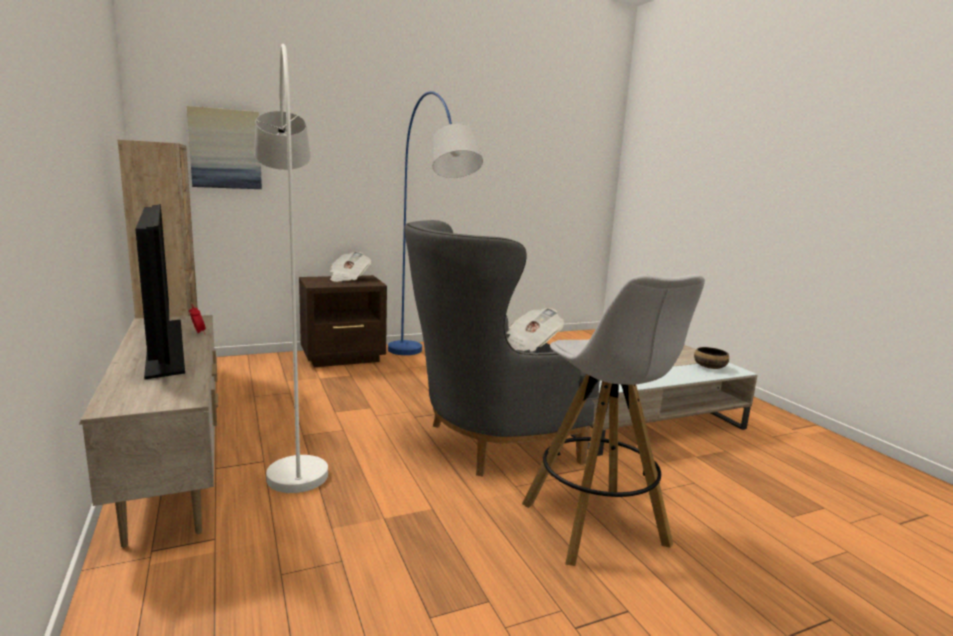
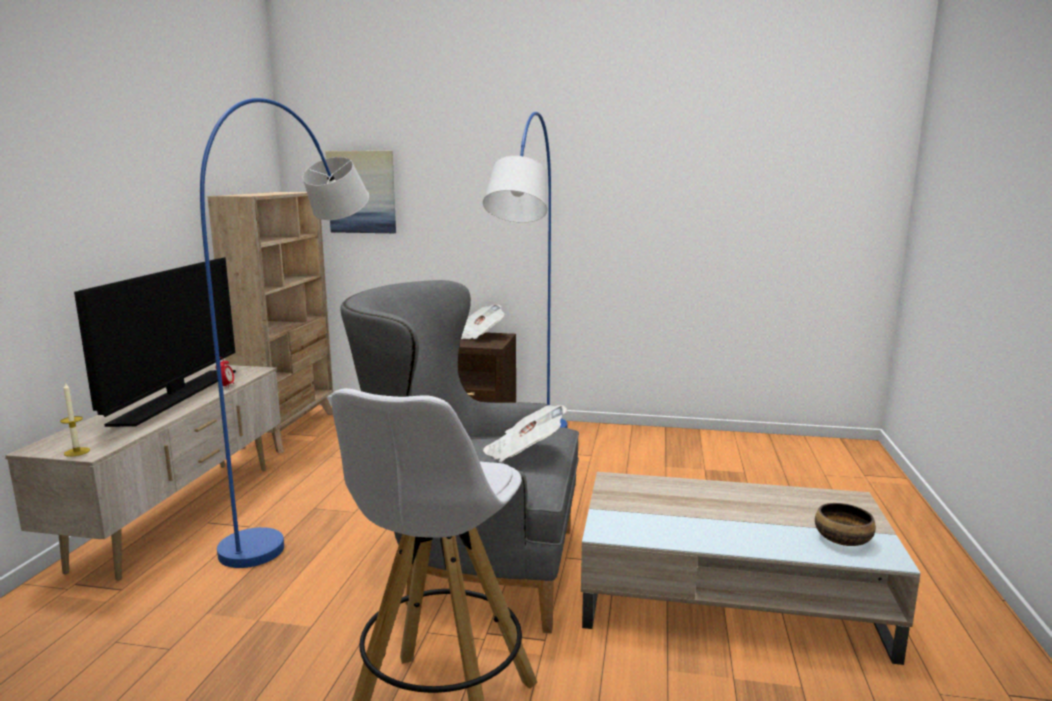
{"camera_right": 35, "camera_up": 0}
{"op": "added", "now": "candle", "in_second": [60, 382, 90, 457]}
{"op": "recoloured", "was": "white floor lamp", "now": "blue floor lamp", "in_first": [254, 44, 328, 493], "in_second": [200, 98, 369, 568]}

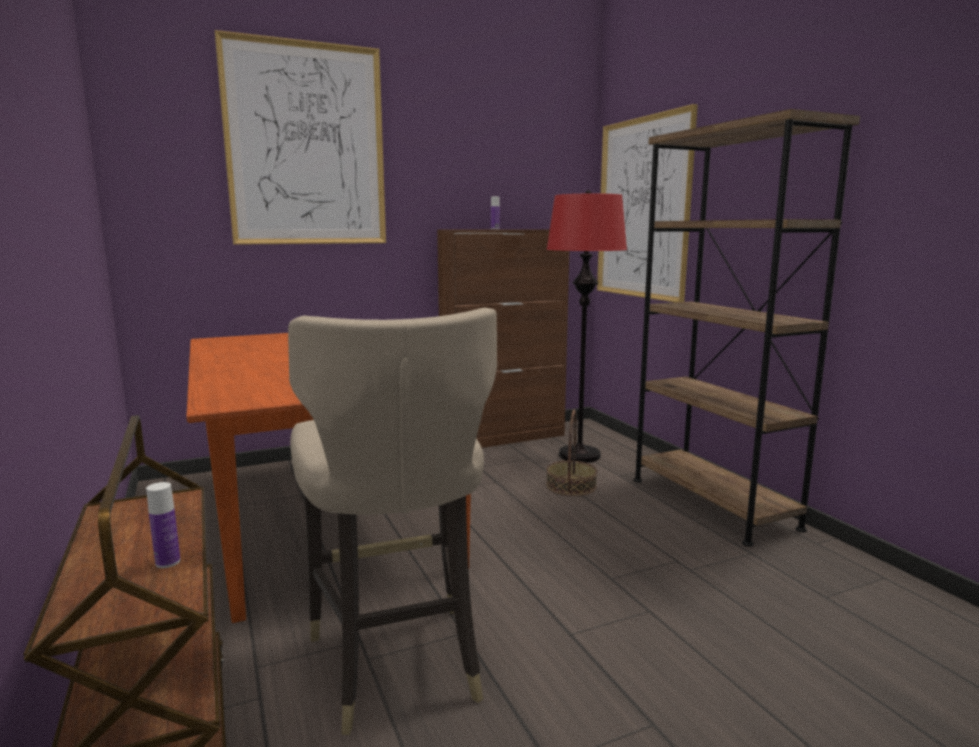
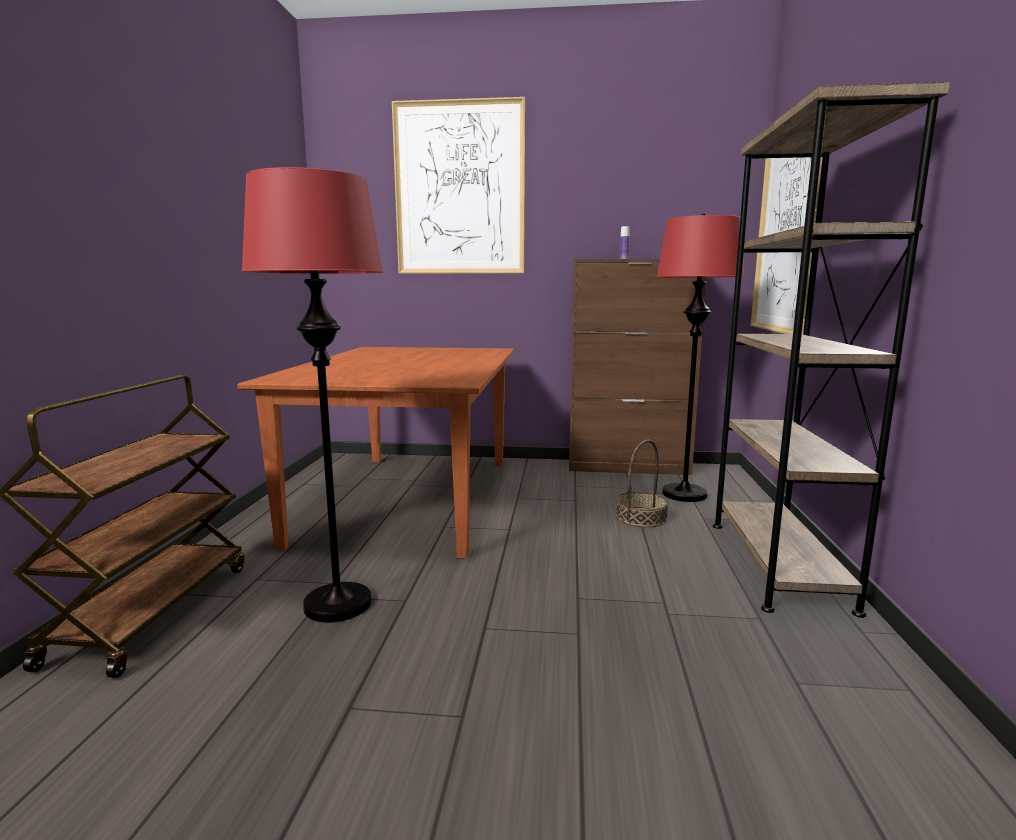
{"camera_right": 30, "camera_up": 0}
{"op": "replaced", "was": "beige stool", "now": "red floor lamp", "in_first": [288, 308, 497, 735], "in_second": [241, 167, 383, 622]}
{"op": "removed", "was": "bottle", "in_first": [146, 482, 180, 568]}

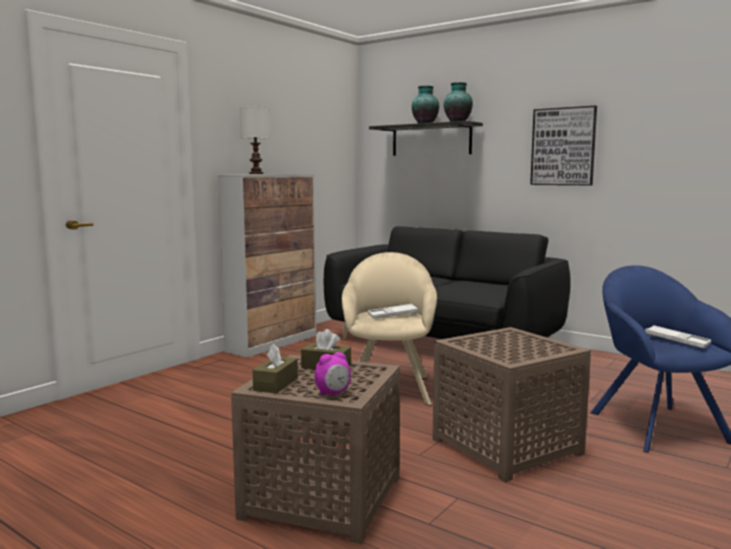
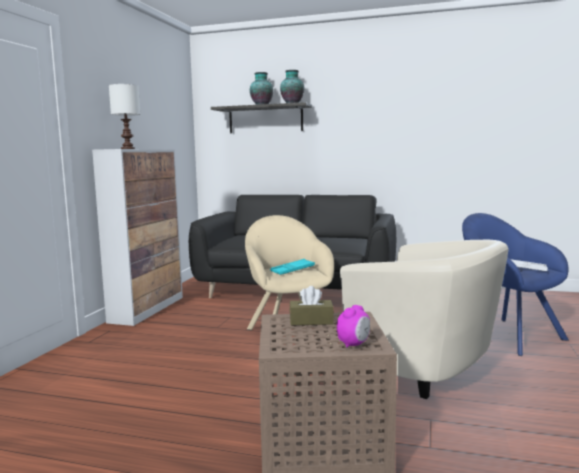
{"camera_right": -20, "camera_up": 0}
{"op": "recoloured", "was": "white tray", "now": "turquoise tray", "in_first": [368, 304, 419, 319], "in_second": [270, 259, 315, 275]}
{"op": "replaced", "was": "brown side table", "now": "beige armchair", "in_first": [432, 327, 591, 482], "in_second": [340, 240, 509, 399]}
{"op": "removed", "was": "brown tissue box", "in_first": [253, 344, 298, 394]}
{"op": "removed", "was": "picture", "in_first": [530, 106, 597, 186]}

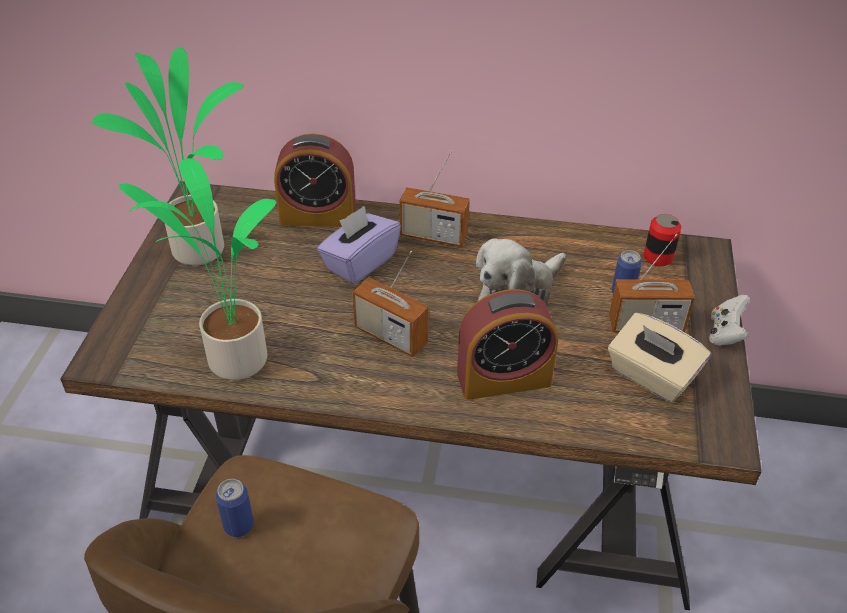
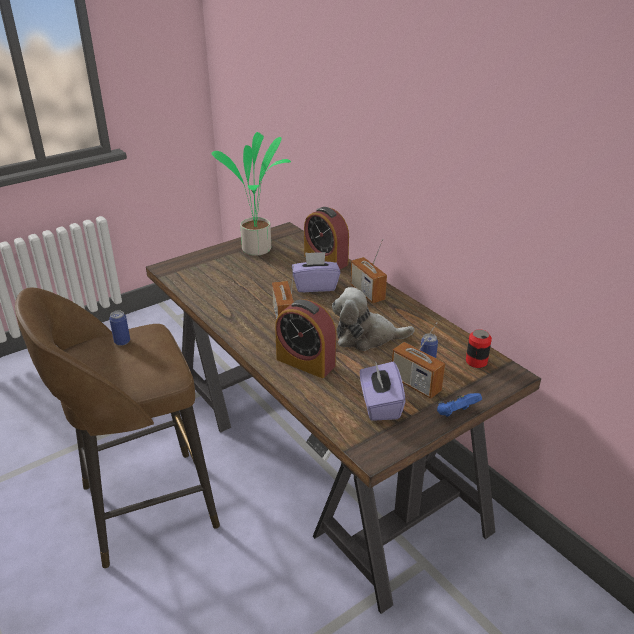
{"camera_right": 45, "camera_up": -10}
{"op": "recoloured", "was": "beige tissue box", "now": "purple tissue box", "in_first": [608, 313, 711, 402], "in_second": [360, 361, 405, 421]}
{"op": "recoloured", "was": "white game controller", "now": "blue game controller", "in_first": [709, 295, 750, 346], "in_second": [437, 393, 482, 417]}
{"op": "removed", "was": "potted plant", "in_first": [118, 158, 276, 380]}

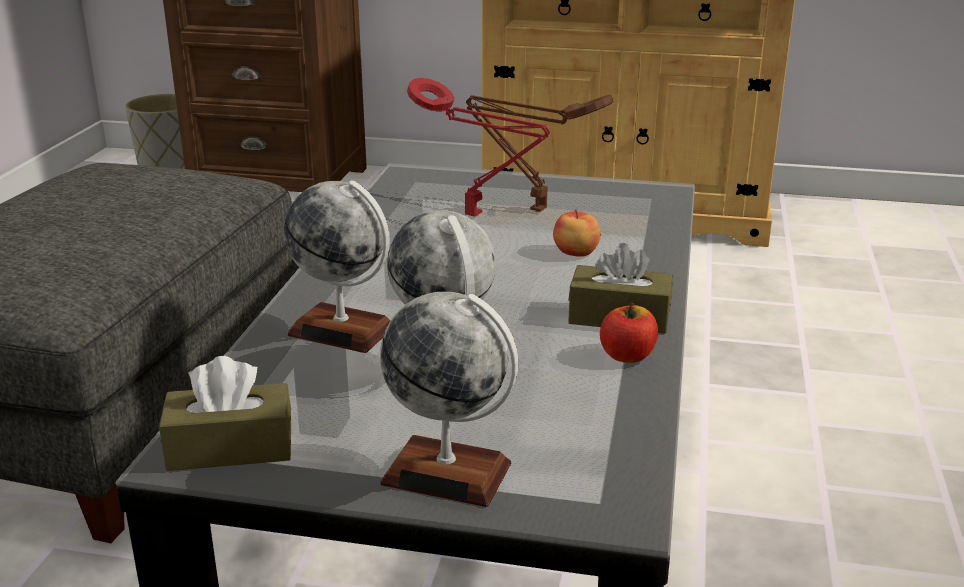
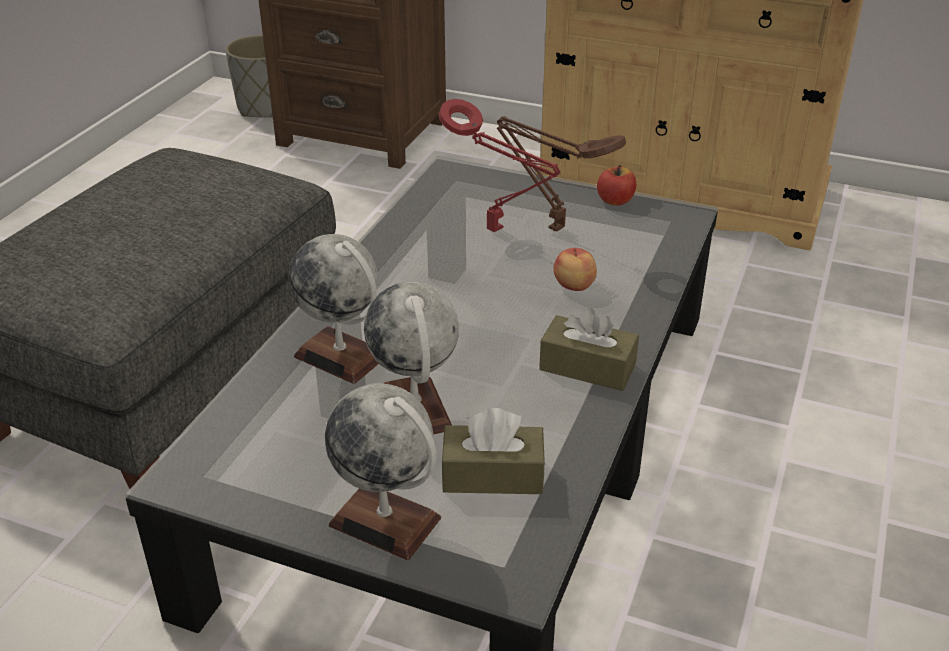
{"camera_right": 10, "camera_up": 10}
{"op": "moved", "was": "brown tissue box", "in_first": [159, 356, 291, 471], "in_second": [442, 408, 545, 494]}
{"op": "moved", "was": "apple", "in_first": [600, 303, 658, 363], "in_second": [597, 165, 636, 206]}

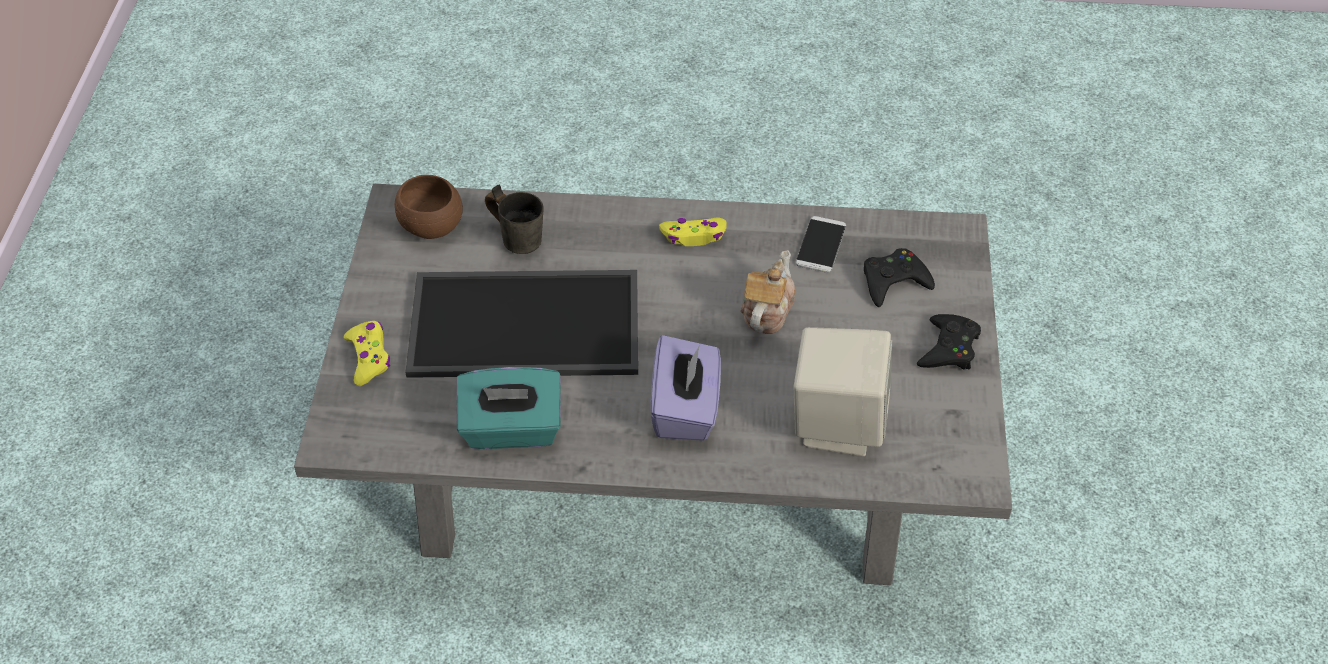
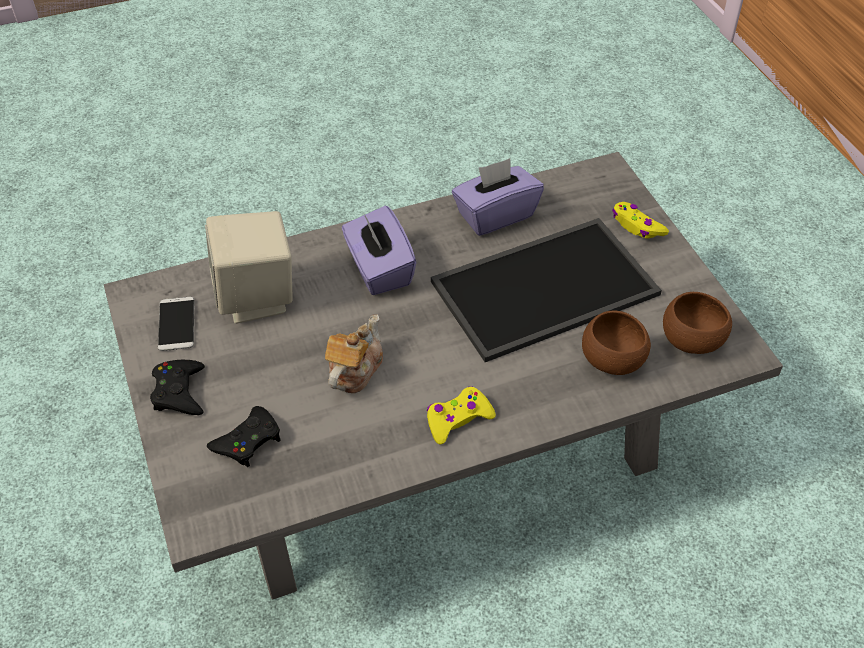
{"camera_right": 155, "camera_up": 0}
{"op": "moved", "was": "phone", "in_first": [796, 216, 846, 273], "in_second": [158, 297, 195, 351]}
{"op": "turned", "was": "teapot", "in_first": [740, 250, 796, 334], "in_second": [325, 315, 383, 393], "clockwise": -150}
{"op": "recoloured", "was": "turquoise tissue box", "now": "purple tissue box", "in_first": [457, 367, 561, 449], "in_second": [452, 158, 544, 236]}
{"op": "replaced", "was": "grey mug", "now": "brown bowl", "in_first": [485, 184, 543, 254], "in_second": [582, 310, 651, 375]}

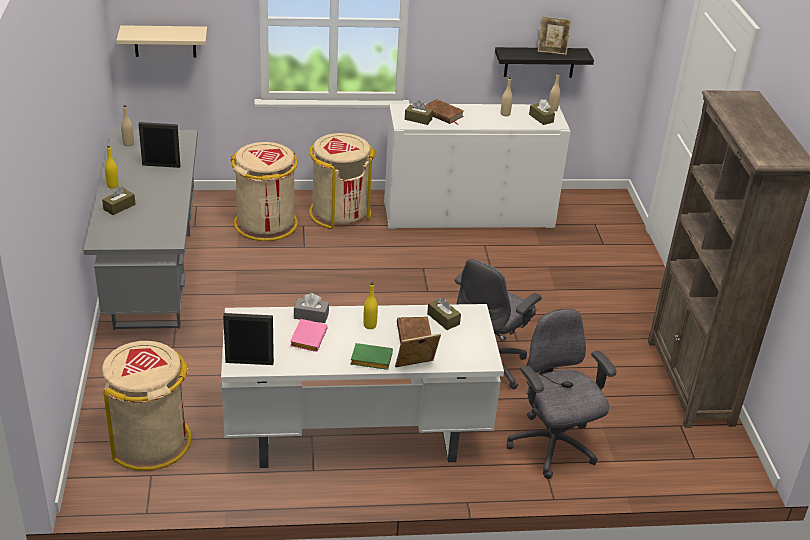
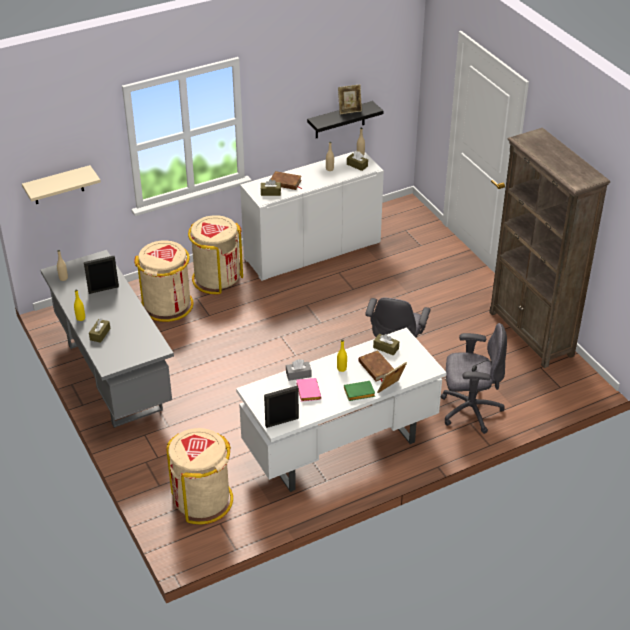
{"camera_right": -20, "camera_up": 5}
{"op": "turned", "was": "grey office chair", "in_first": [507, 309, 617, 479], "in_second": [441, 323, 507, 434], "clockwise": 135}

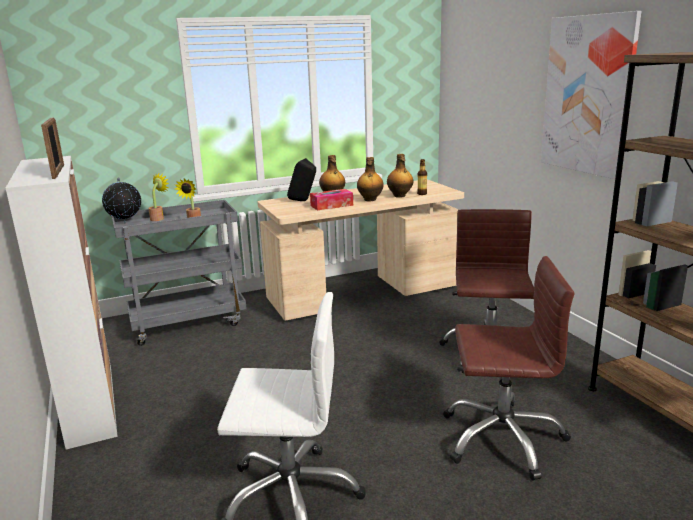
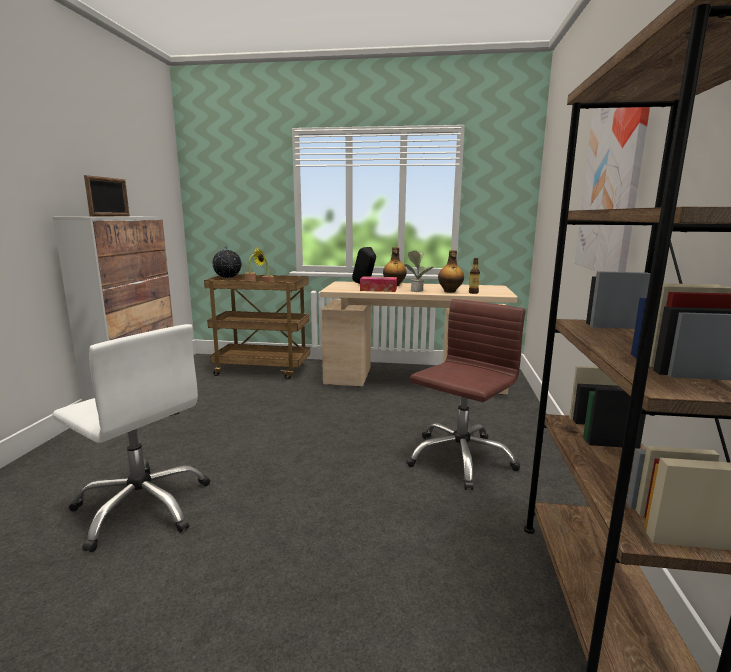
{"camera_right": 30, "camera_up": -5}
{"op": "recoloured", "was": "grey cart", "now": "brown cart", "in_first": [112, 200, 247, 346], "in_second": [204, 274, 310, 380]}
{"op": "replaced", "was": "bottle", "now": "potted plant", "in_first": [357, 157, 384, 201], "in_second": [404, 251, 434, 292]}
{"op": "removed", "was": "brown office chair", "in_first": [443, 256, 574, 480]}

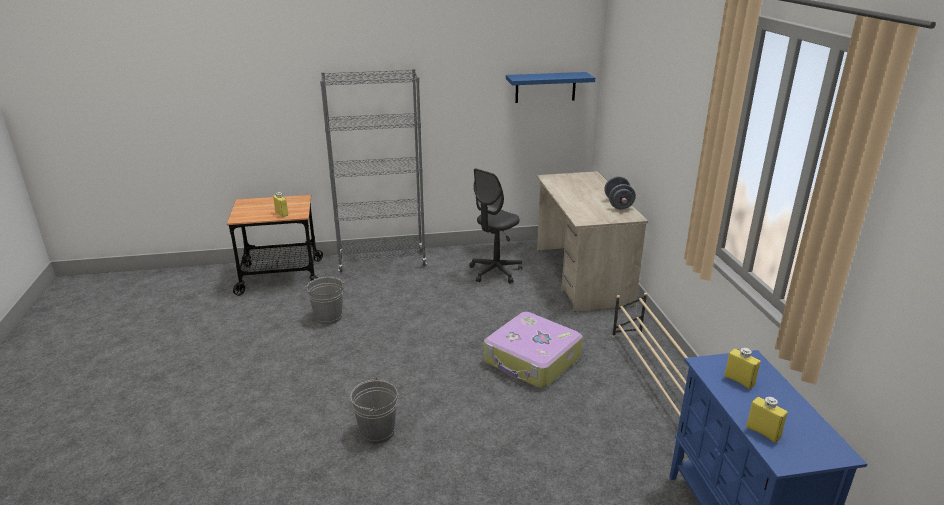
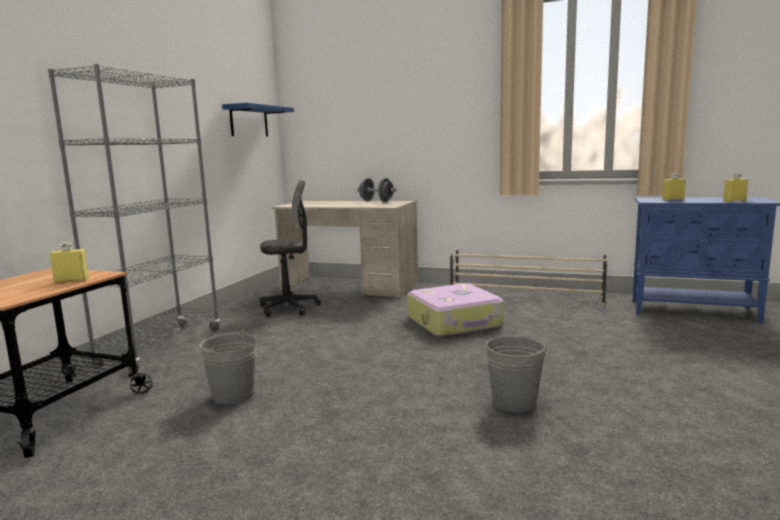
{"camera_right": -60, "camera_up": -15}
{"op": "turned", "was": "grey office chair", "in_first": [469, 168, 522, 284], "in_second": [260, 180, 321, 317], "clockwise": -90}

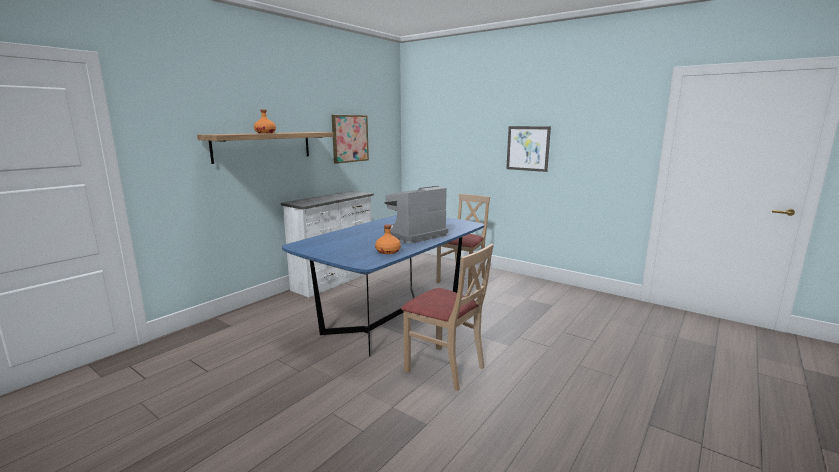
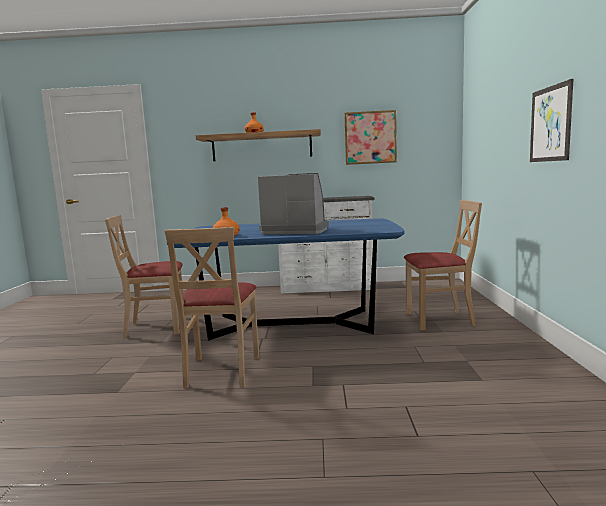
{"camera_right": 55, "camera_up": -5}
{"op": "added", "now": "beige chair", "in_second": [105, 215, 183, 338]}

